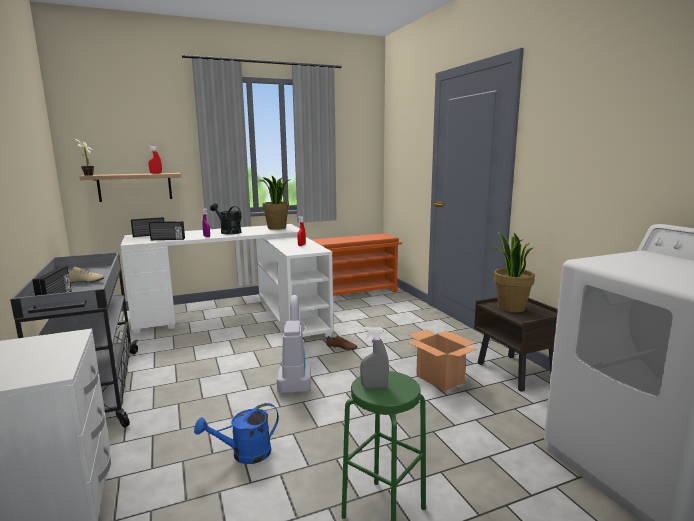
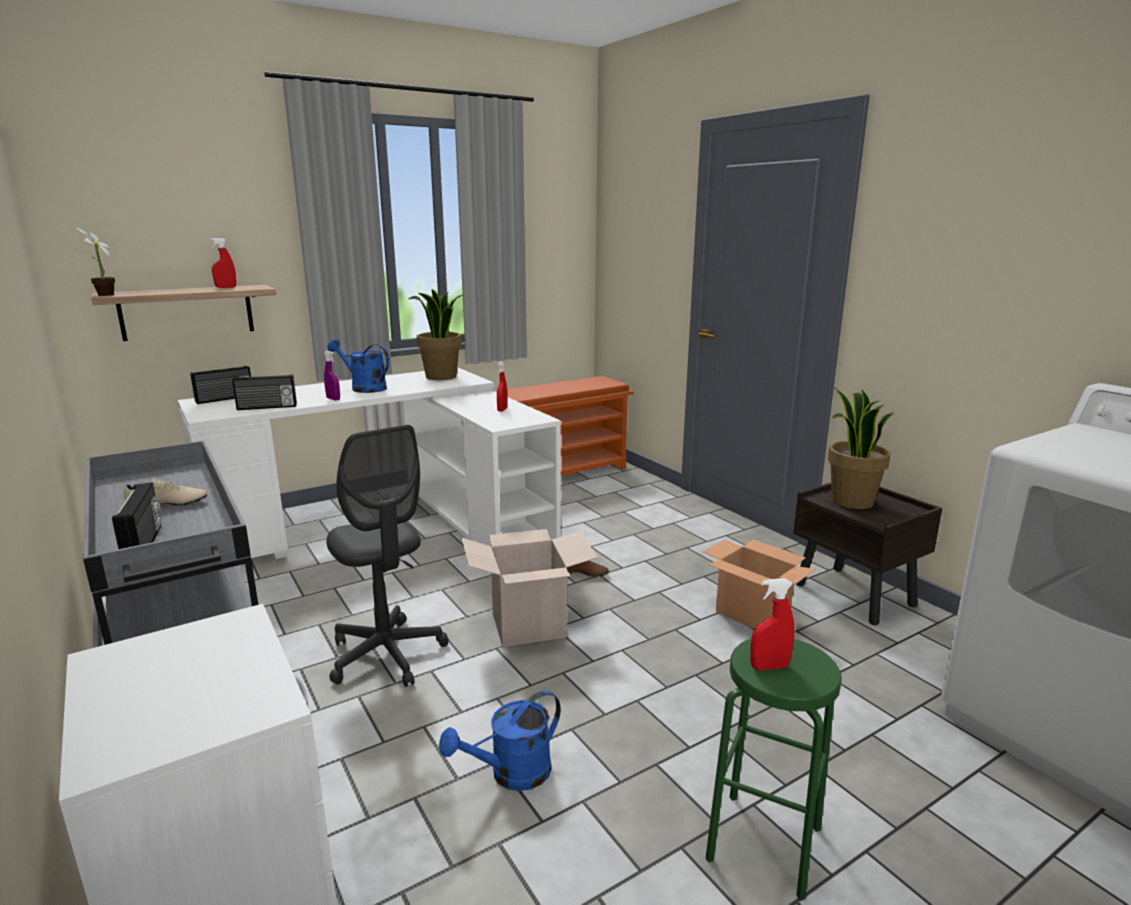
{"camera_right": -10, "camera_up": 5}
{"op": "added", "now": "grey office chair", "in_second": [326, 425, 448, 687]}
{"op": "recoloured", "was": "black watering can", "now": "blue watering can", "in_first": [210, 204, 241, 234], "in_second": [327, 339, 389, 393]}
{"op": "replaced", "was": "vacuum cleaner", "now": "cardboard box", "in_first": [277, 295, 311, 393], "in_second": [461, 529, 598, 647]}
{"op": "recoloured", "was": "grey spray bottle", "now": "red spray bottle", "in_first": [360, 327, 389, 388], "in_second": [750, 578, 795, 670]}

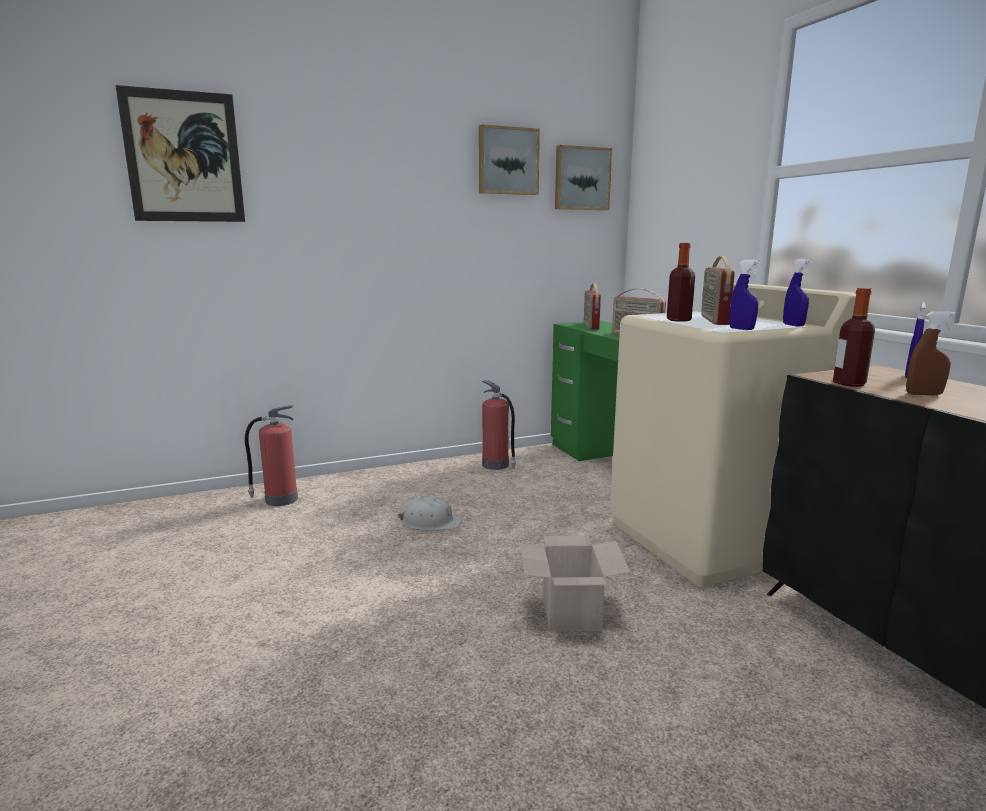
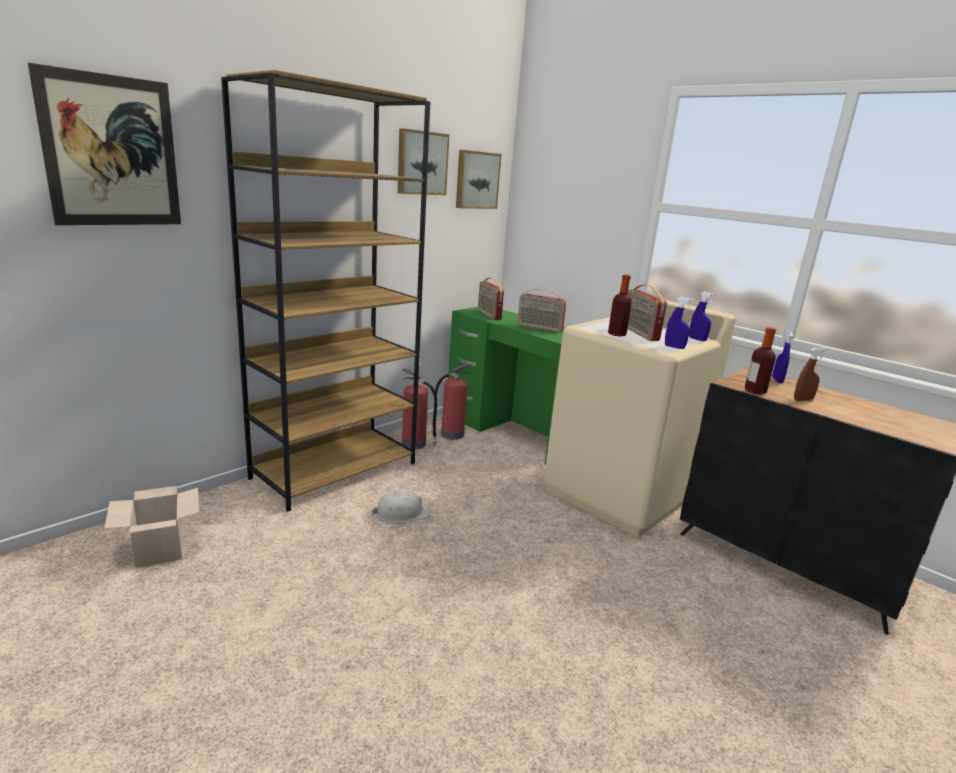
{"camera_right": -25, "camera_up": 5}
{"op": "moved", "was": "cardboard box", "in_first": [520, 535, 631, 632], "in_second": [104, 486, 199, 568]}
{"op": "added", "now": "brown bookcase", "in_second": [221, 70, 430, 512]}
{"op": "moved", "was": "fire extinguisher", "in_first": [245, 405, 298, 506], "in_second": [431, 363, 471, 440]}

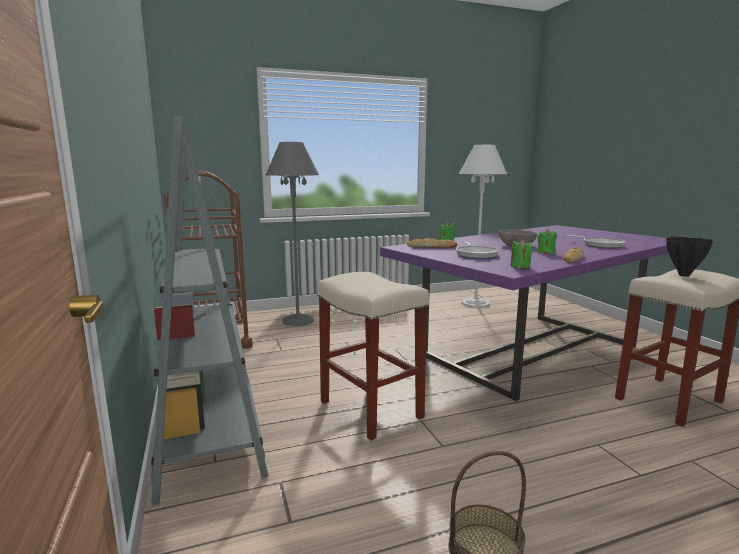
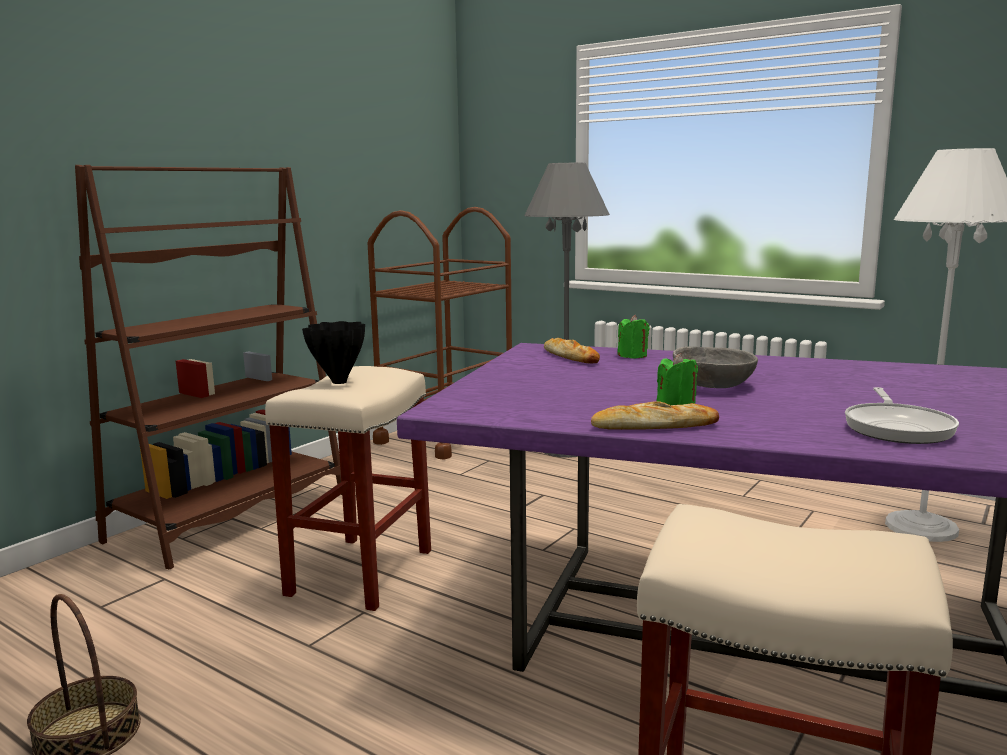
{"camera_right": 55, "camera_up": 0}
{"op": "recoloured", "was": "grey bookcase", "now": "brown bookcase", "in_first": [151, 116, 268, 505], "in_second": [75, 165, 342, 570]}
{"op": "moved", "was": "black vase", "in_first": [666, 237, 713, 277], "in_second": [302, 321, 365, 384]}
{"op": "removed", "was": "frying pan", "in_first": [456, 241, 499, 259]}
{"op": "removed", "was": "green candle", "in_first": [510, 239, 532, 269]}

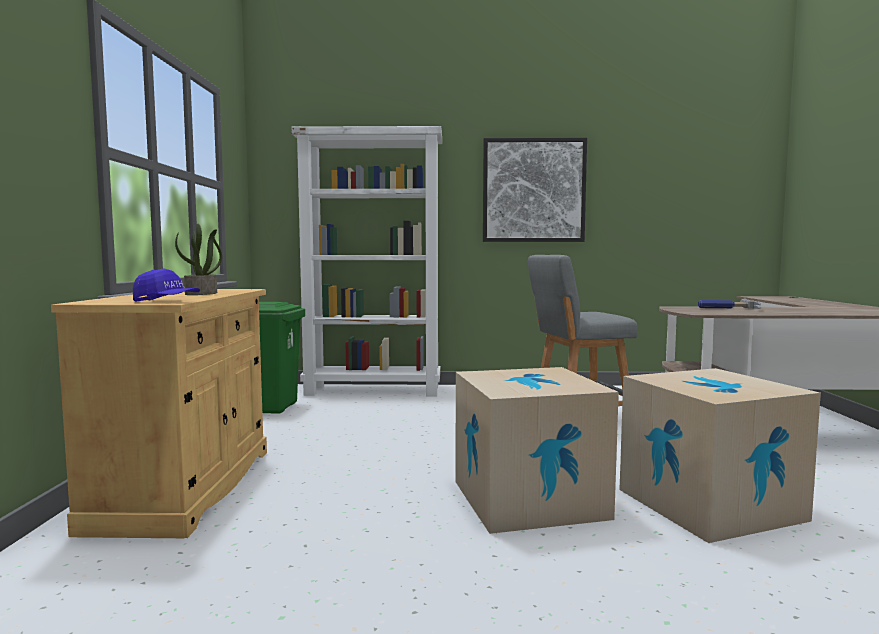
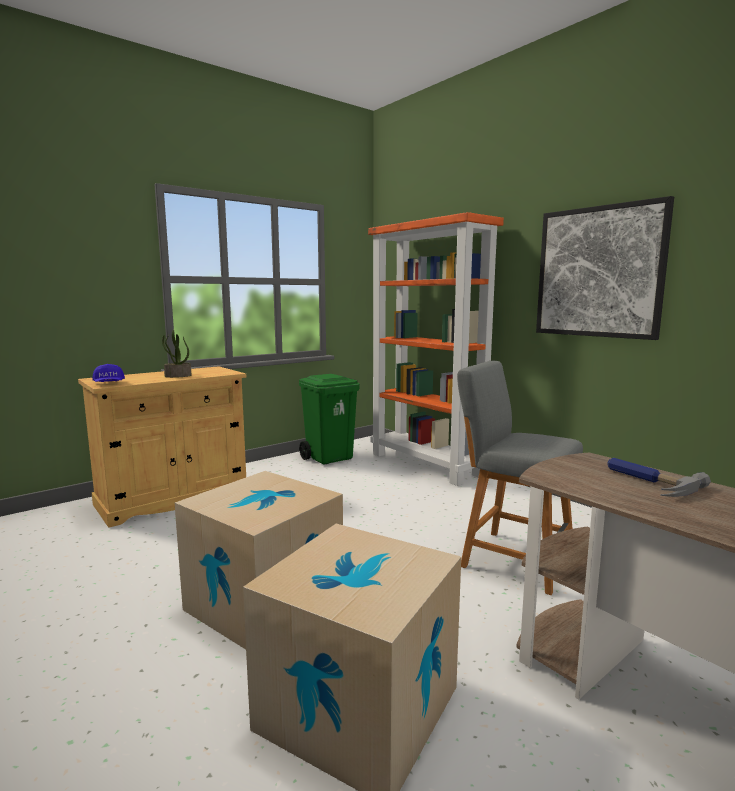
{"camera_right": 50, "camera_up": 5}
{"op": "recoloured", "was": "white bookcase", "now": "orange bookcase", "in_first": [291, 126, 442, 396], "in_second": [368, 212, 504, 486]}

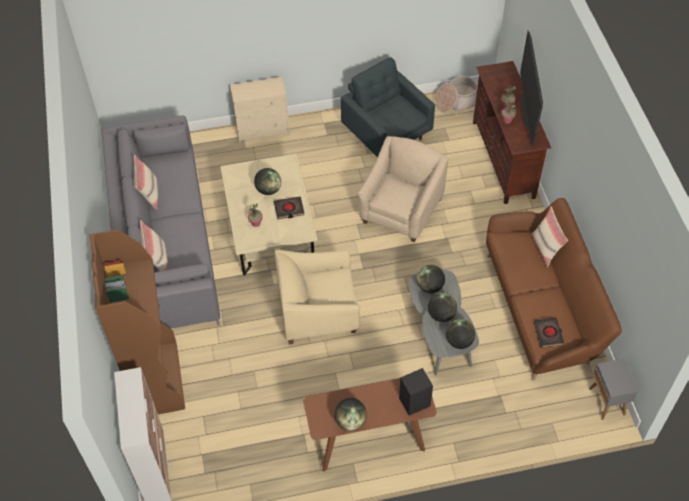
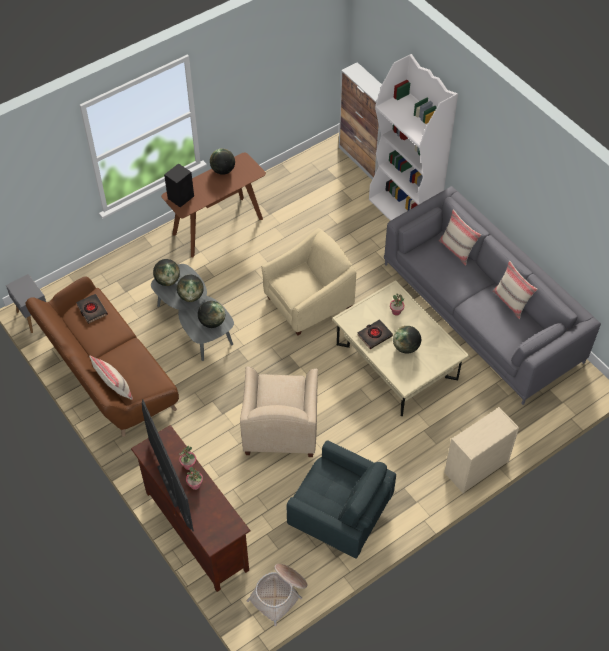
{"camera_right": 155, "camera_up": 0}
{"op": "recoloured", "was": "brown bookcase", "now": "white bookcase", "in_first": [89, 229, 185, 414], "in_second": [369, 54, 458, 221]}

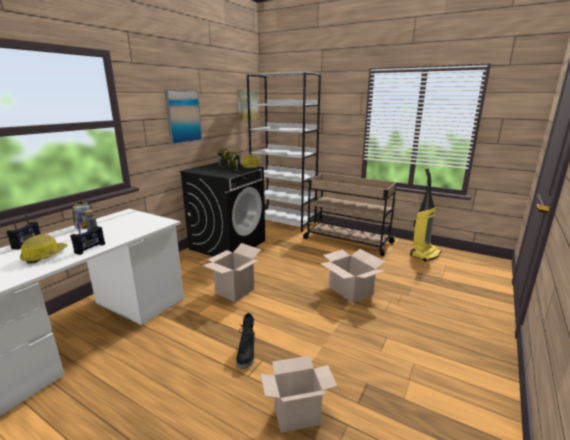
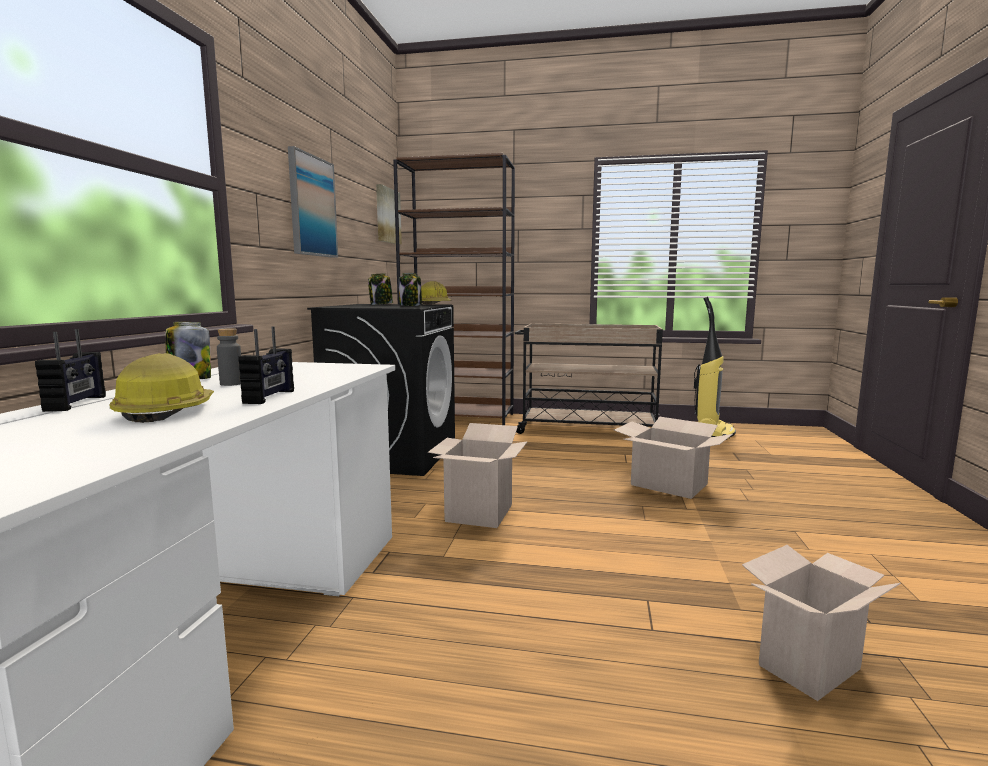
{"camera_right": -20, "camera_up": -10}
{"op": "recoloured", "was": "white bookcase", "now": "brown bookcase", "in_first": [247, 71, 321, 232], "in_second": [393, 153, 515, 425]}
{"op": "removed", "was": "black boot", "in_first": [236, 313, 255, 369]}

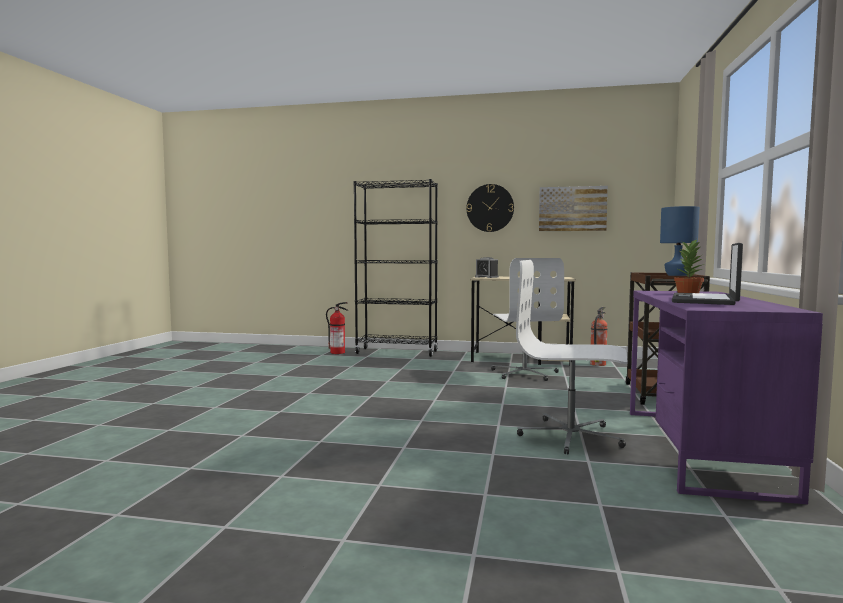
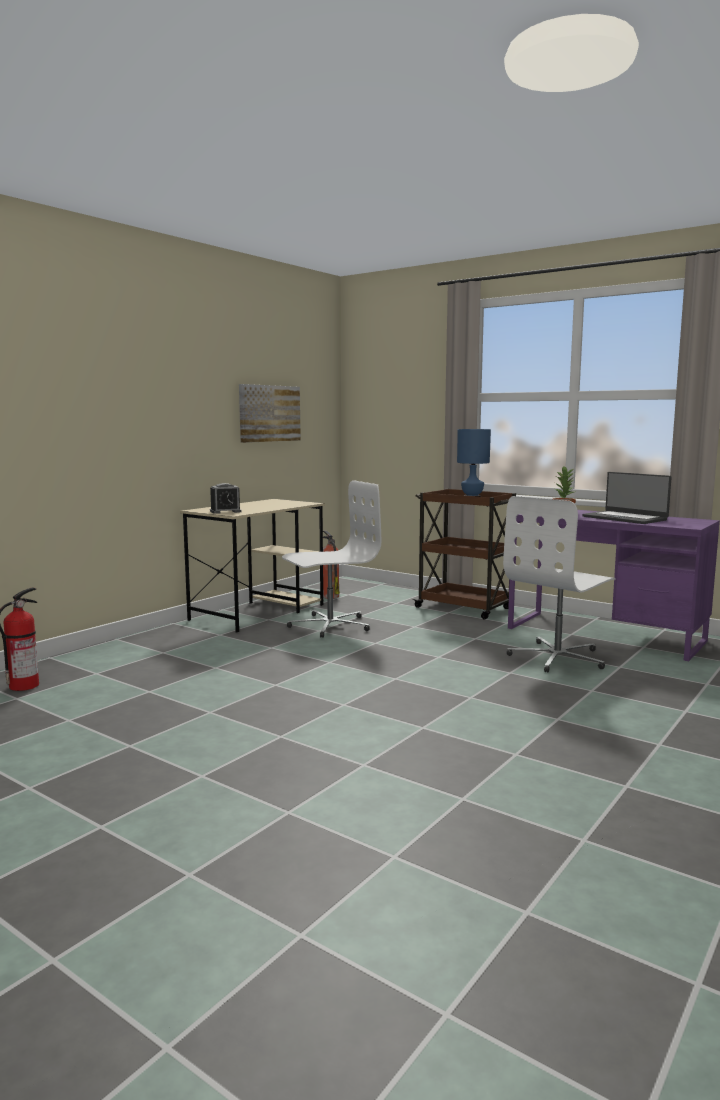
{"camera_right": -65, "camera_up": 5}
{"op": "turned", "was": "white office chair", "in_first": [491, 258, 564, 381], "in_second": [282, 480, 381, 638], "clockwise": -45}
{"op": "removed", "was": "black bookcase", "in_first": [354, 179, 438, 357]}
{"op": "removed", "was": "wall clock", "in_first": [466, 184, 514, 232]}

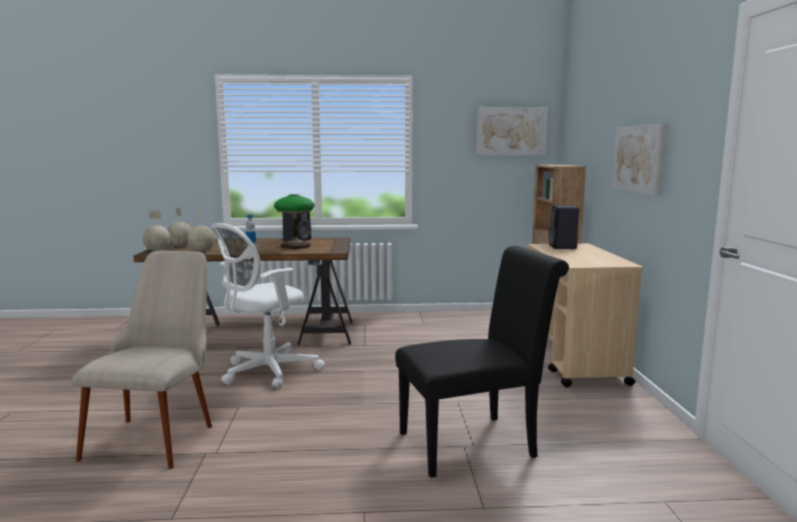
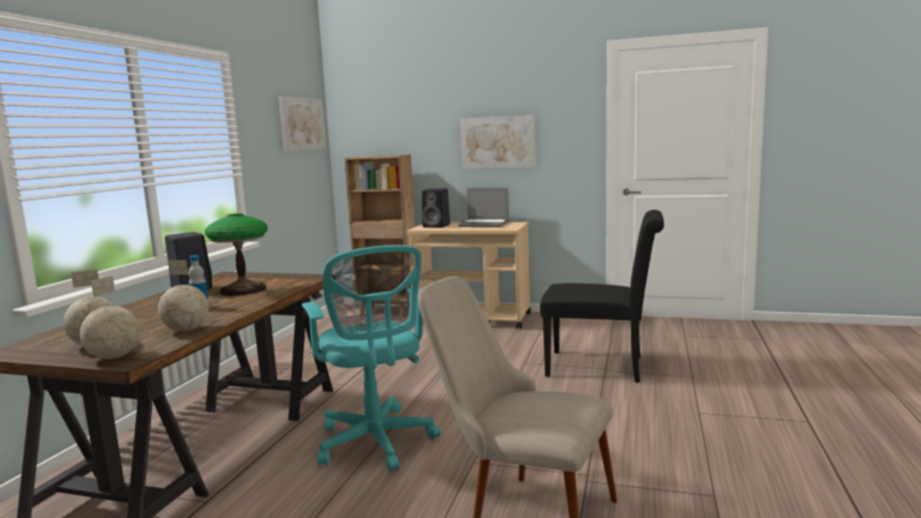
{"camera_right": -70, "camera_up": 0}
{"op": "recoloured", "was": "white office chair", "now": "turquoise office chair", "in_first": [211, 223, 325, 389], "in_second": [302, 245, 441, 471]}
{"op": "added", "now": "laptop", "in_second": [458, 188, 509, 227]}
{"op": "turned", "was": "black chair", "in_first": [395, 246, 569, 478], "in_second": [540, 210, 664, 383], "clockwise": 105}

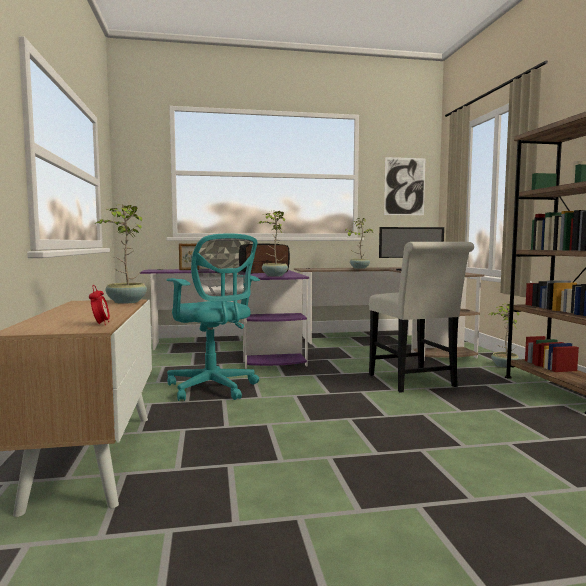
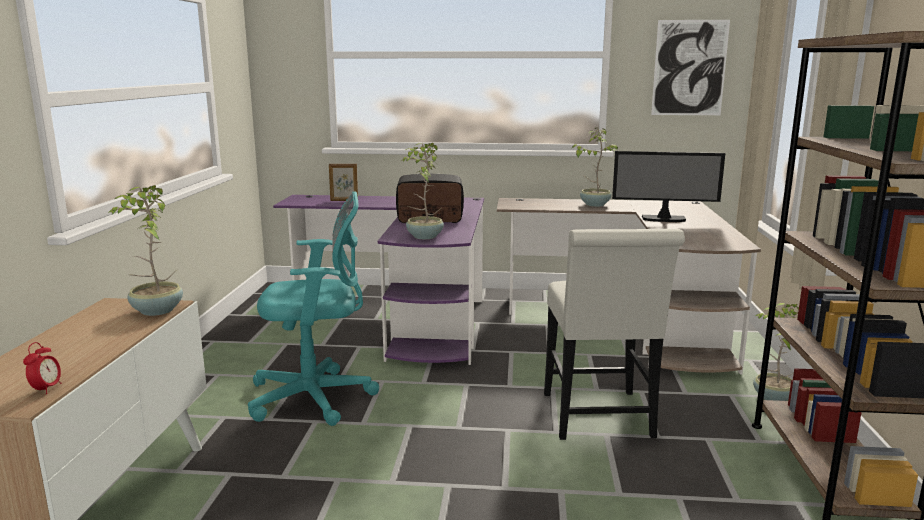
{"camera_right": 15, "camera_up": 10}
{"op": "turned", "was": "turquoise office chair", "in_first": [167, 233, 260, 401], "in_second": [248, 191, 379, 426], "clockwise": -75}

